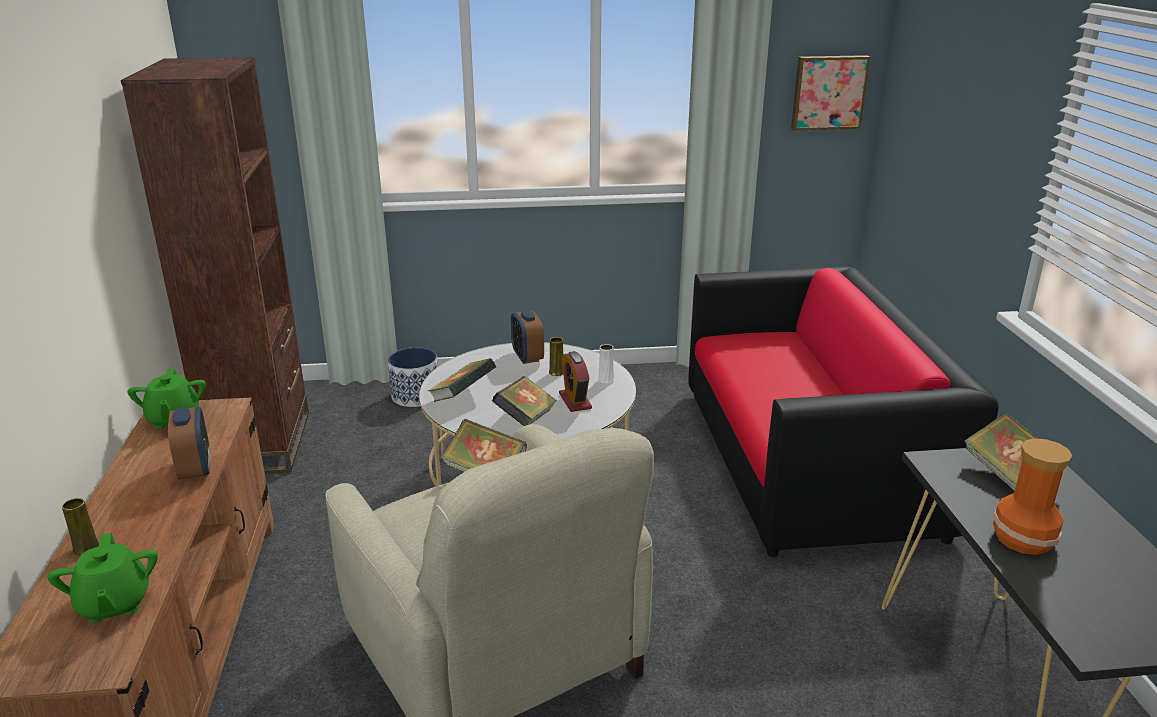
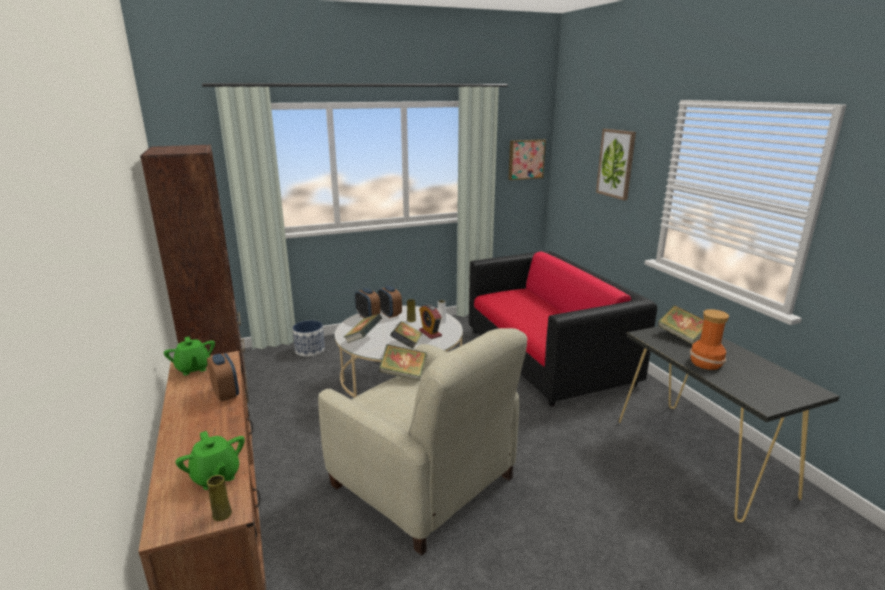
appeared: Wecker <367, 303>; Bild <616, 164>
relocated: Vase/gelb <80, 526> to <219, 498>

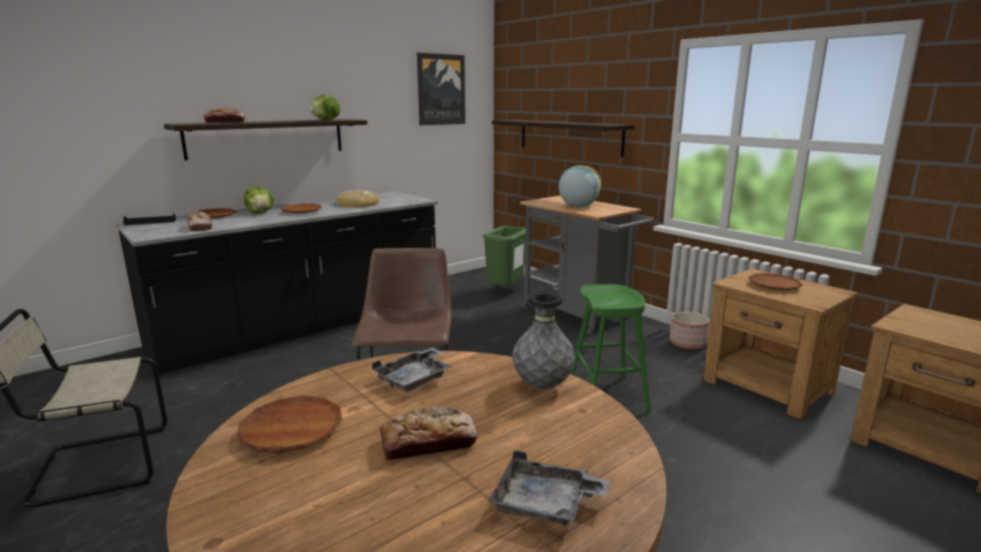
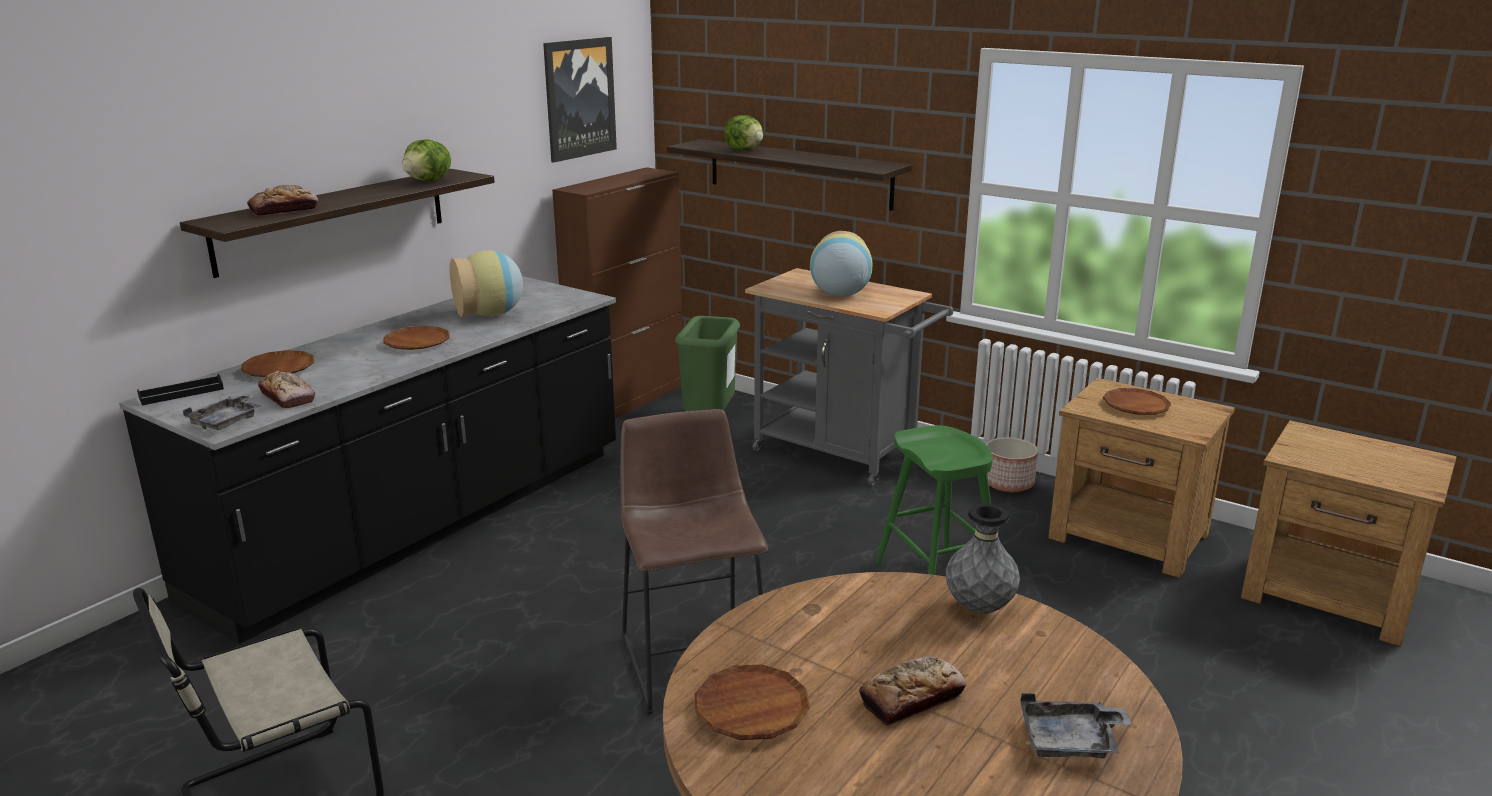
appeared: Schrank/braun <617, 293>
relocated: Salatkopf <259, 200> to <743, 133>; Tablett/grau <411, 370> to <222, 411>
exchanged: Brot <357, 198> to Vase <486, 283>

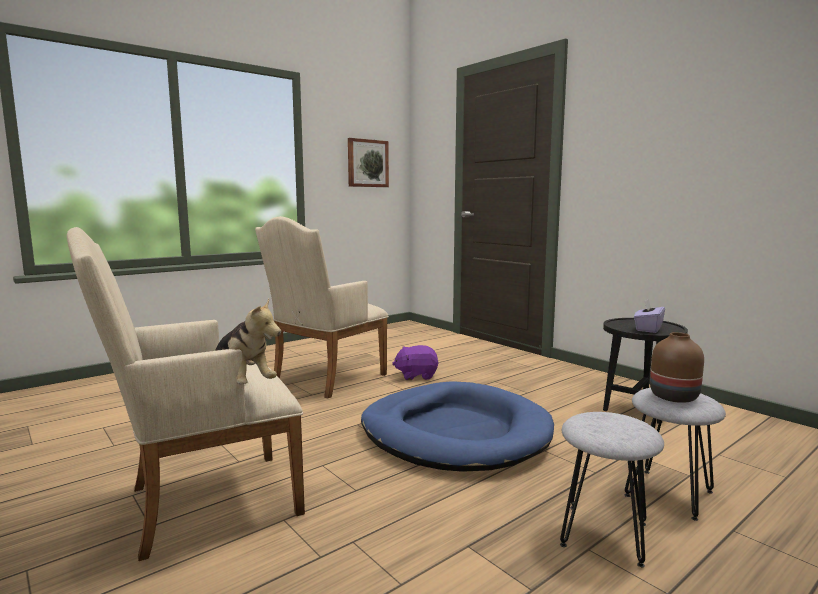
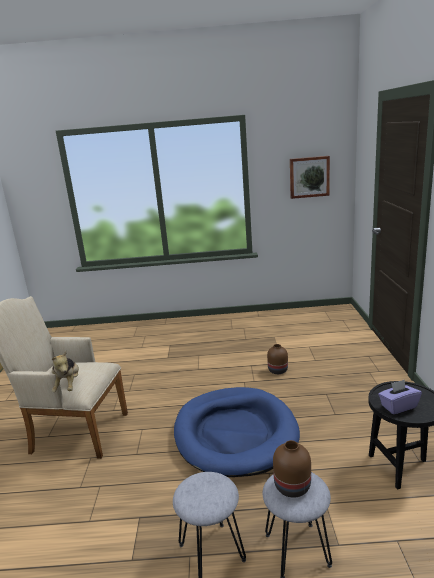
missing: Sessel/beige <322, 307>
exchanged: Plüschtier/lila <415, 362> to Vase/braun <277, 359>

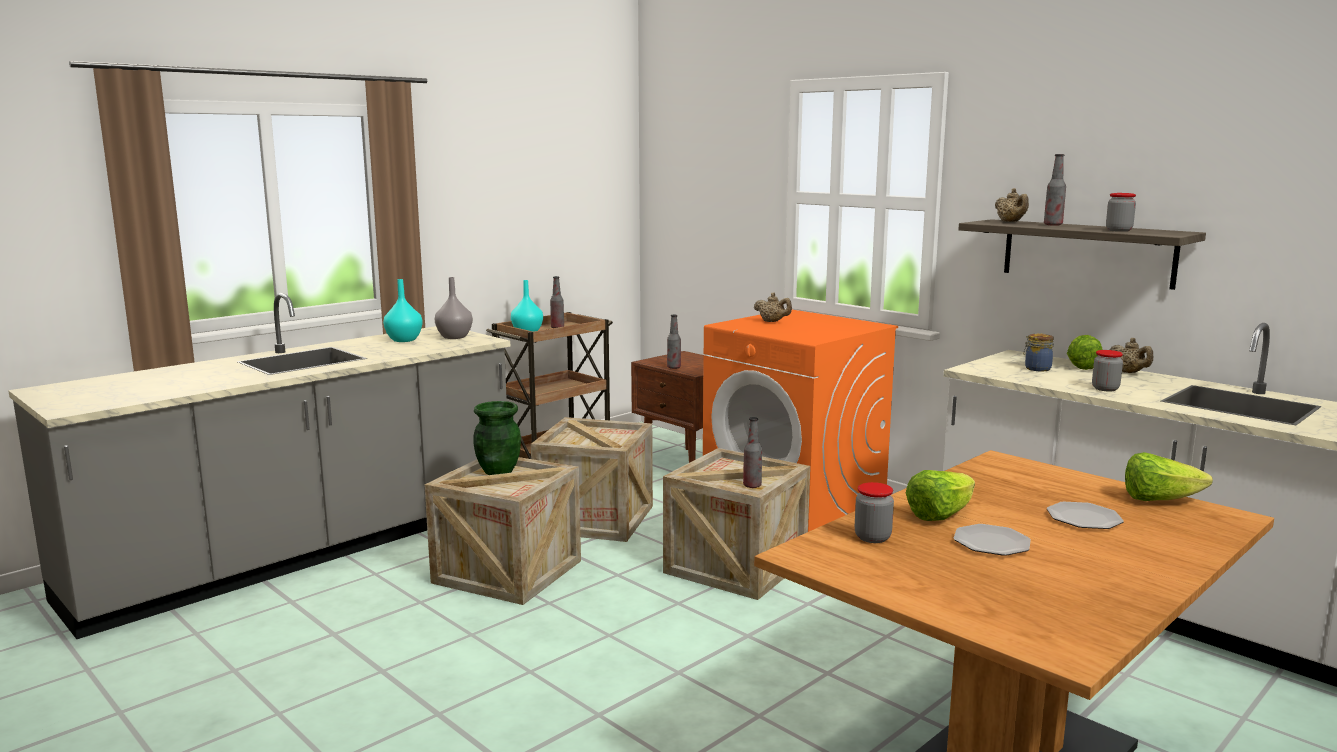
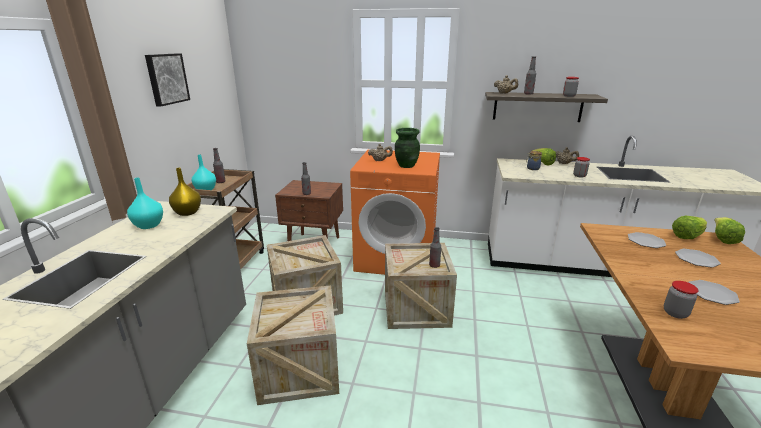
appeared: Bild <167, 79>; Teller <647, 240>
relocated: Vase/grün <497, 438> to <407, 148>; Salatkopf <940, 495> to <729, 230>
colour: Vase/grau <454, 308> to Vase/gelb <185, 192>

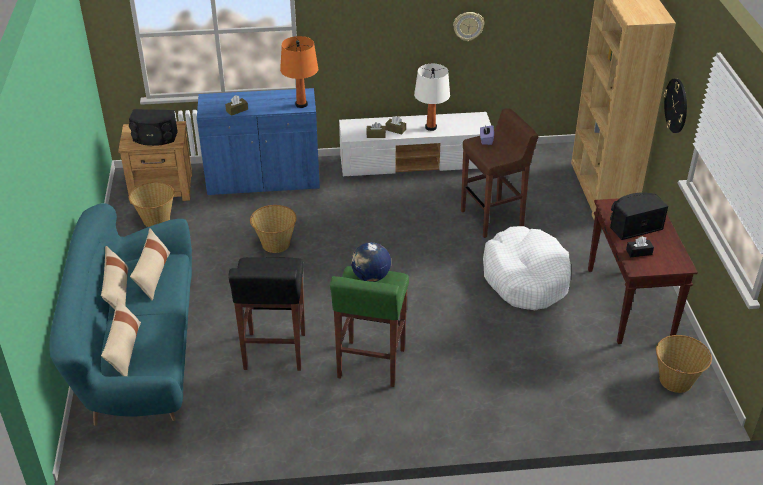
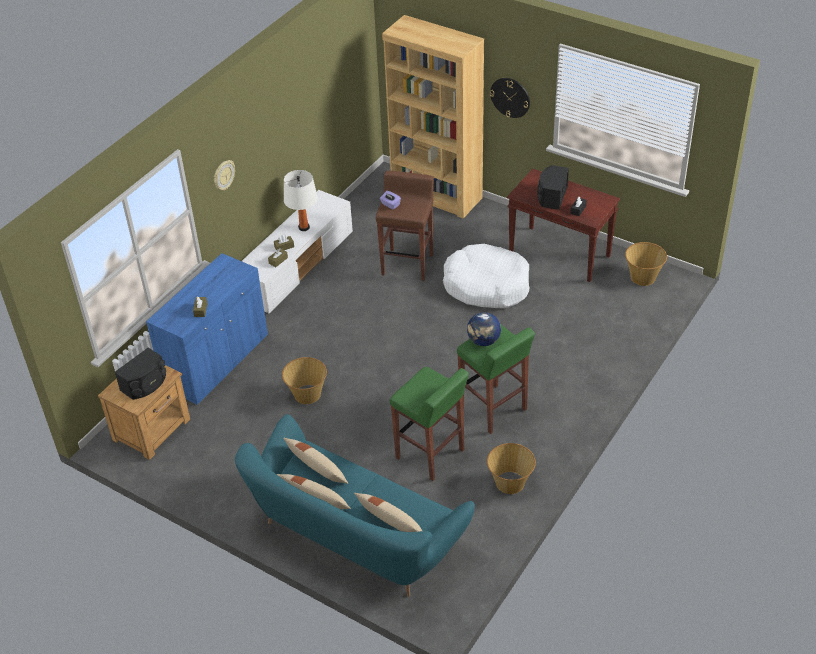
missing: Tischlampe/orange <299, 72>
relocated: Korb <151, 204> to <511, 468>; Wanduhr <468, 26> to <224, 175>
colour: Hocker/schwarz <266, 314> to Hocker/grün <429, 424>

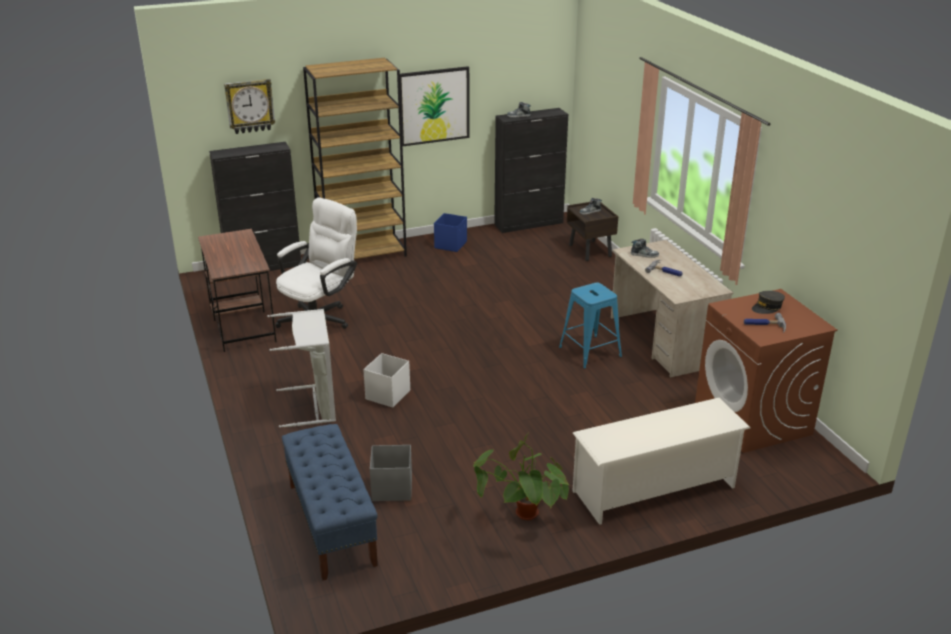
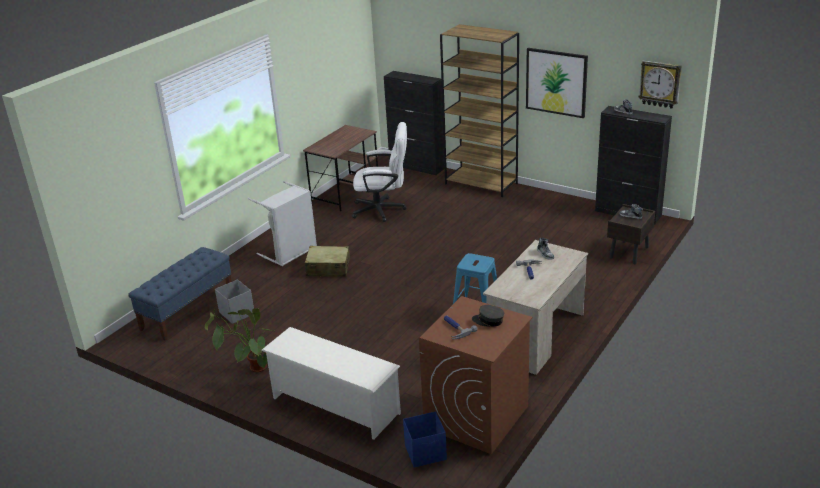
relocated: Wanduhr <249, 106> to <660, 84>; Aufbewahrungsbox/blau <450, 232> to <425, 439>
exchanged: Aufbewahrungsbox/weiß <386, 380> to Koffer/beige <327, 261>

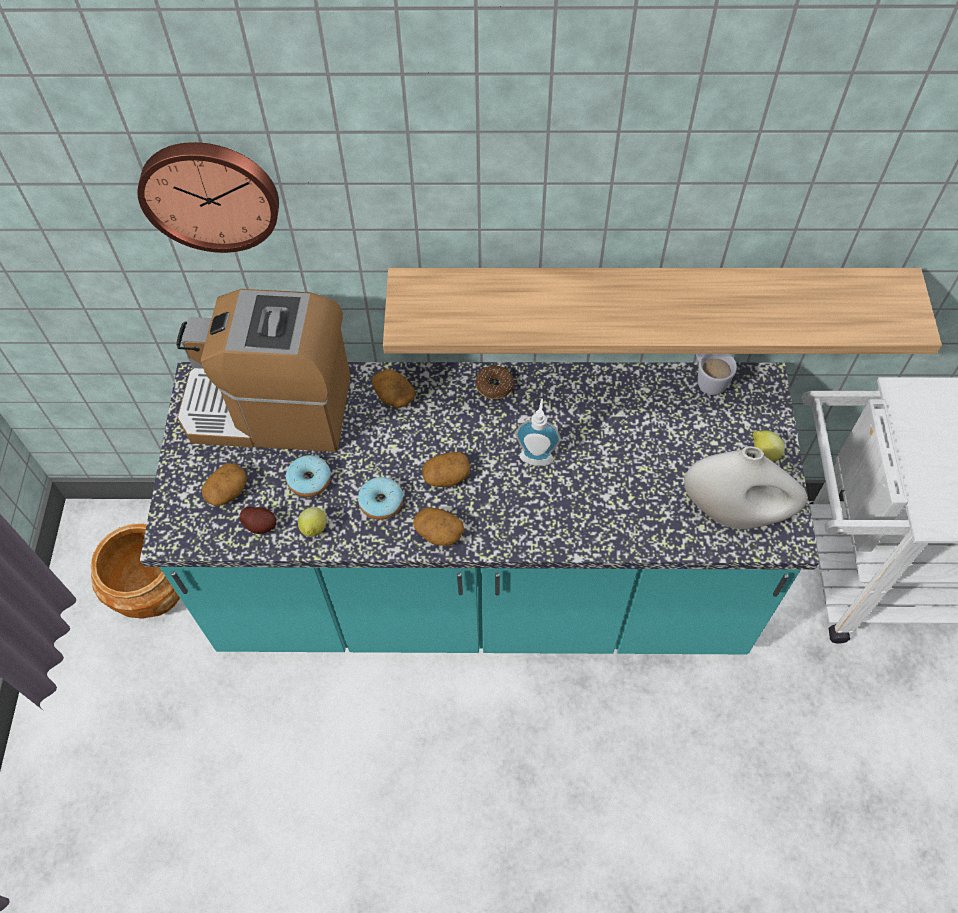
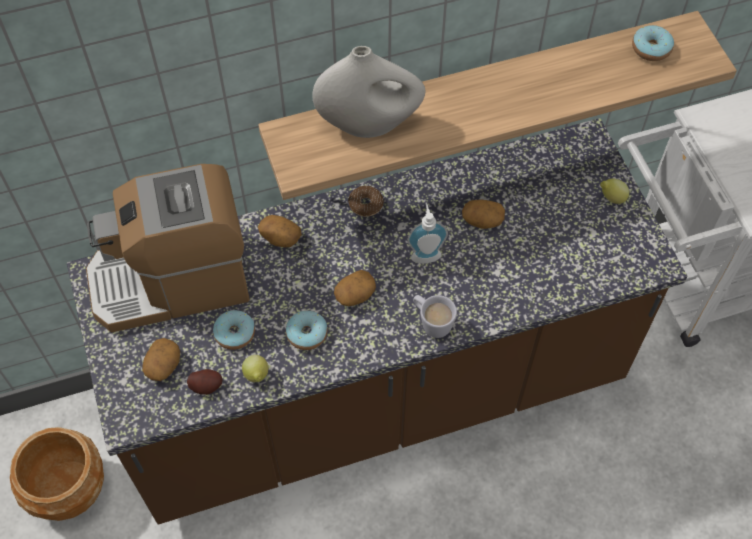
missing: Wanduhr <208, 197>
appeared: Donut <653, 43>
relocated: Kartoffel <438, 526> to <483, 214>; Vase/weiß <745, 487> to <368, 92>; Henkelbecher/weiß <716, 374> to <435, 316>
colour: Küchenzeile/türkis <479, 508> to Küchenzeile/braun <377, 321>

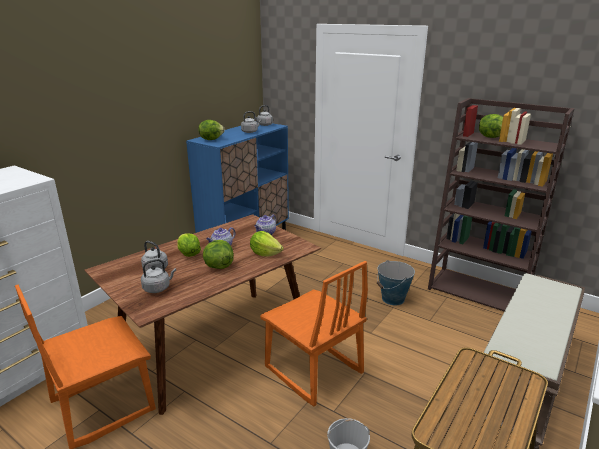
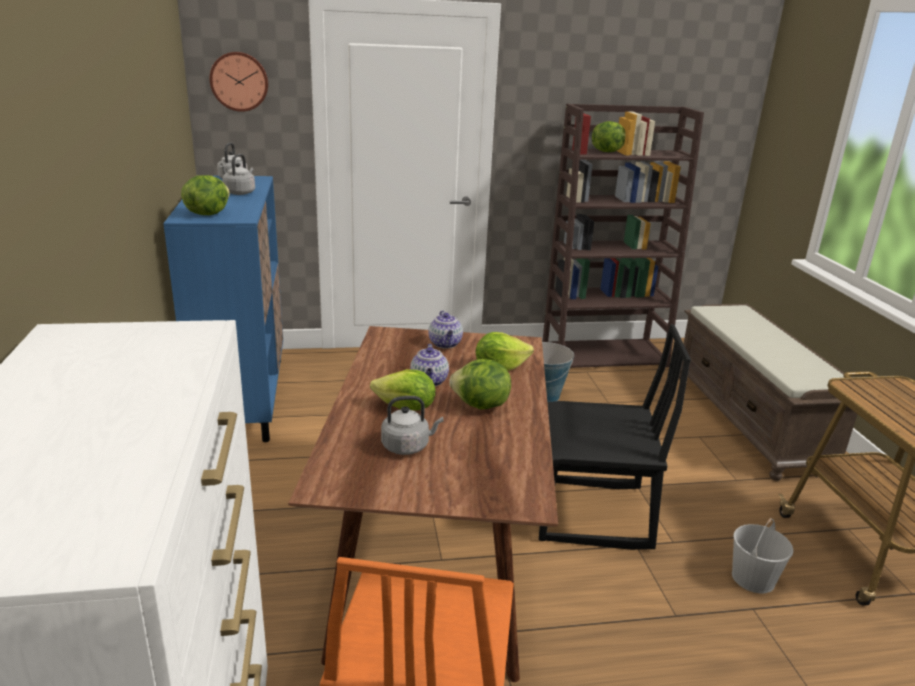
missing: Wasserkessel/grau <158, 276>
appeared: Wanduhr <239, 82>
colour: Stuhl/orange <314, 334> to Stuhl/schwarz <615, 437>

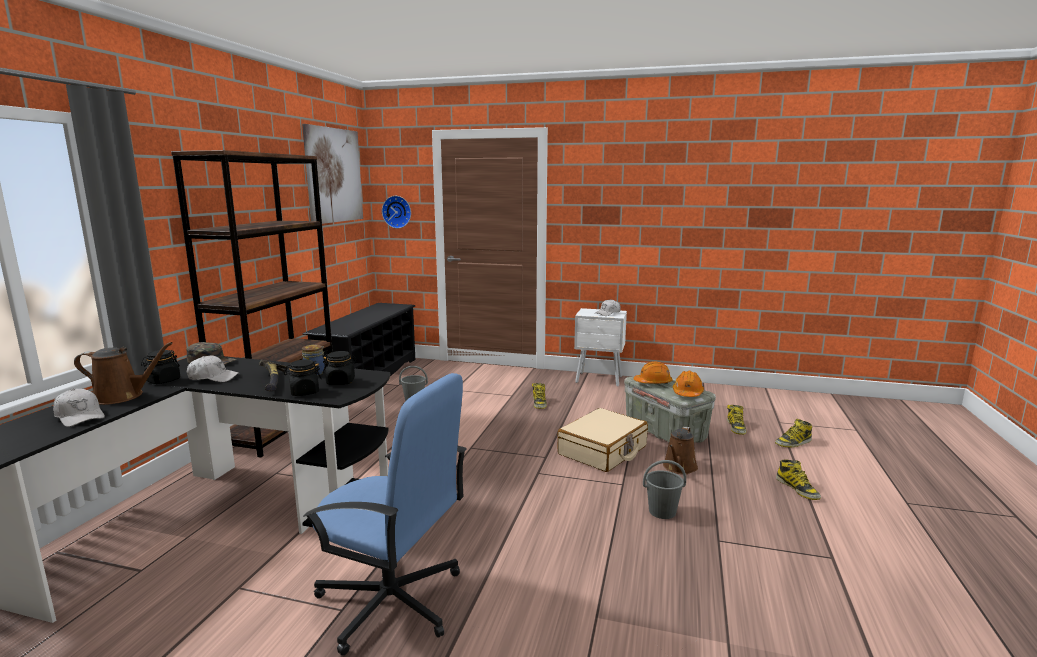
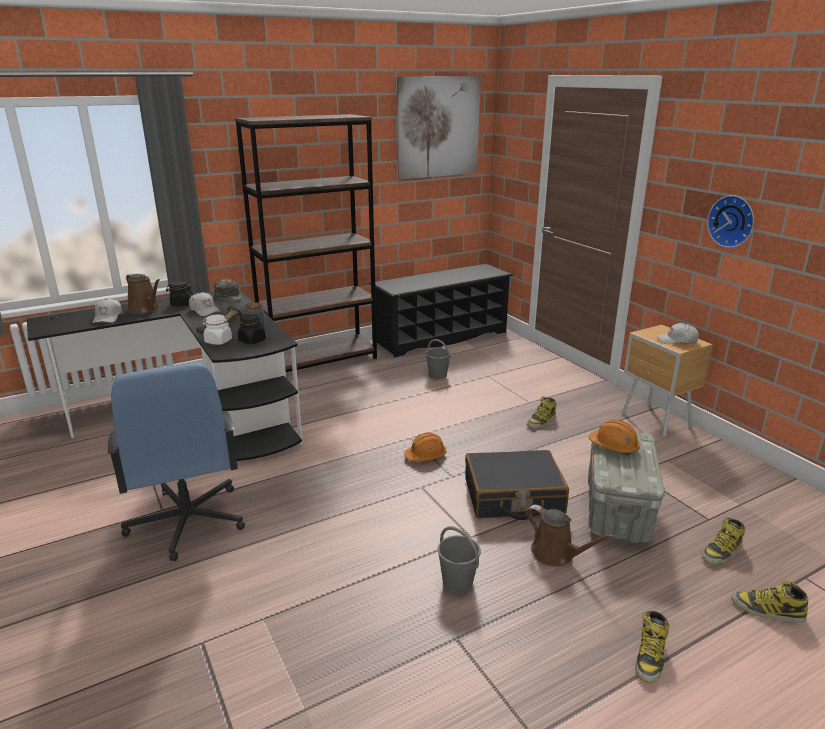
relocated: Wanduhr <396, 212> to <730, 221>; Schutzhelm/orange <688, 384> to <425, 447>
colour: Vorratsglas/schwarz <303, 378> to Vorratsglas/weiß <217, 330>; Koffer/beige <602, 440> to Koffer/schwarz <517, 485>; Nachttisch/weiß <600, 347> to Nachttisch/braun <667, 381>
spun: Gießkanne/braun <680, 450> = <570, 536> 120 degrees counterclockwise

